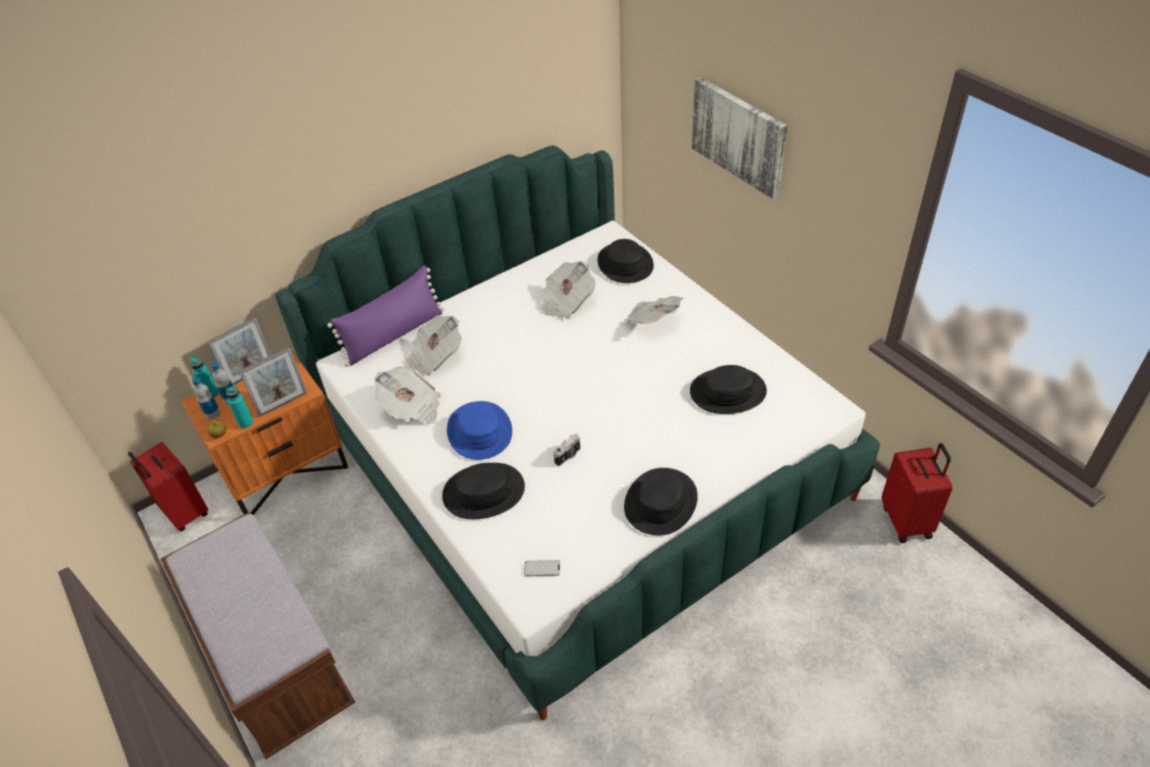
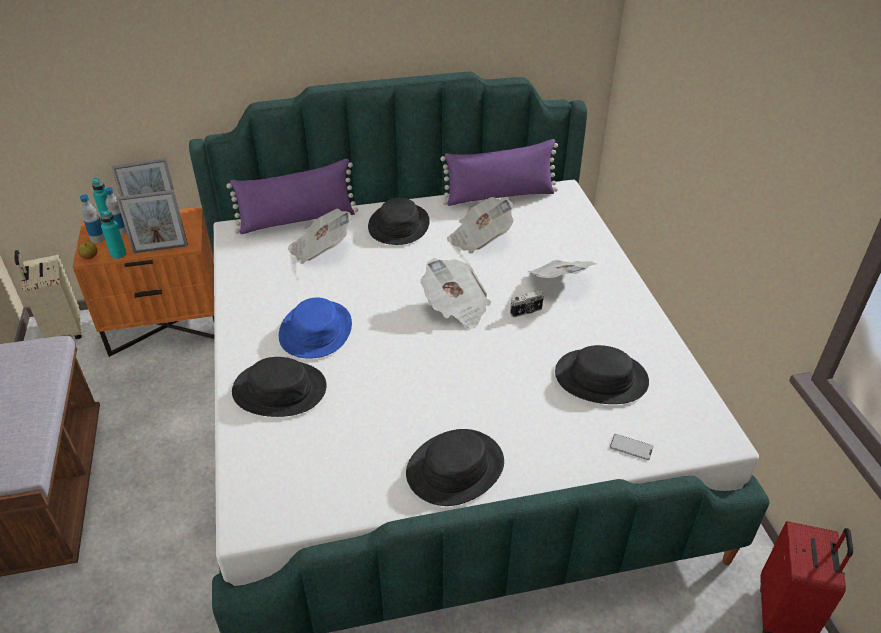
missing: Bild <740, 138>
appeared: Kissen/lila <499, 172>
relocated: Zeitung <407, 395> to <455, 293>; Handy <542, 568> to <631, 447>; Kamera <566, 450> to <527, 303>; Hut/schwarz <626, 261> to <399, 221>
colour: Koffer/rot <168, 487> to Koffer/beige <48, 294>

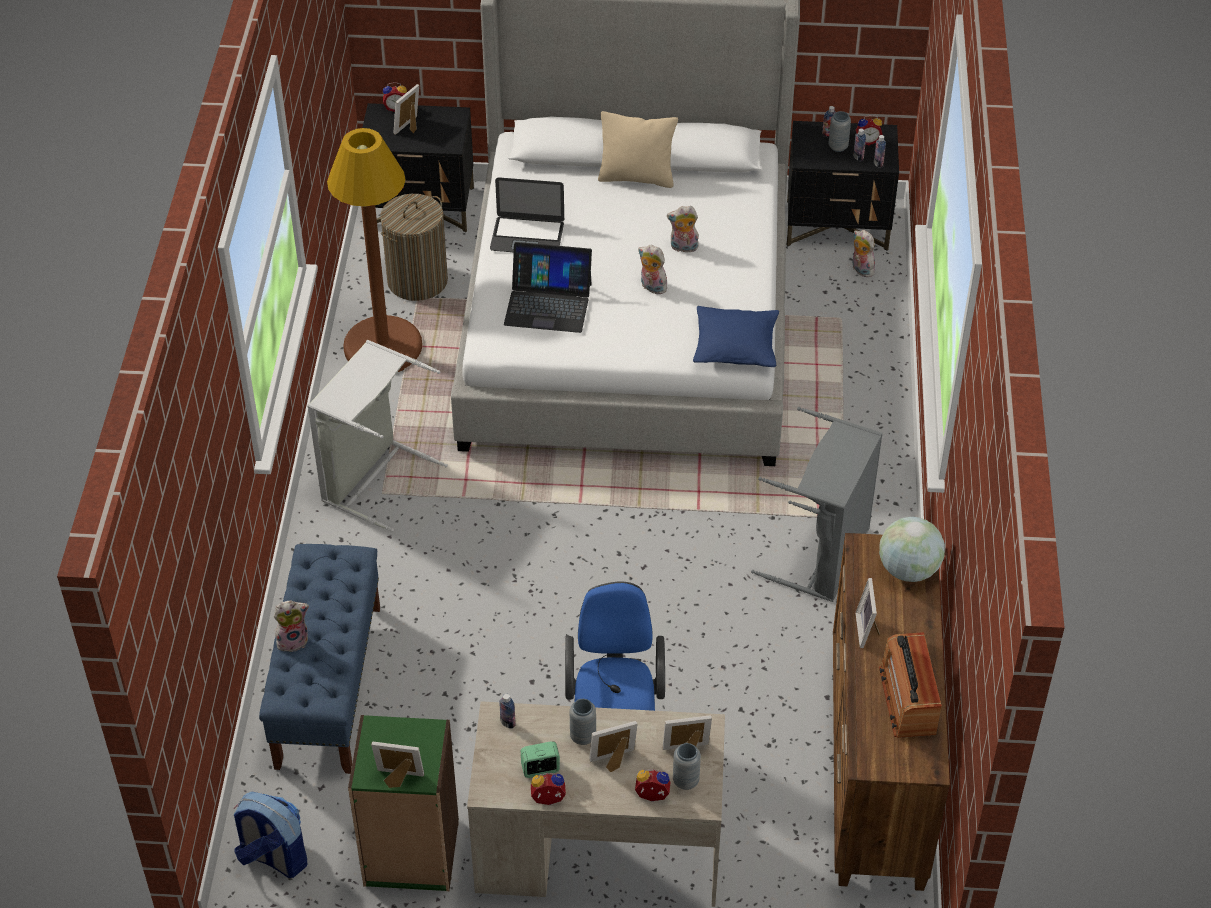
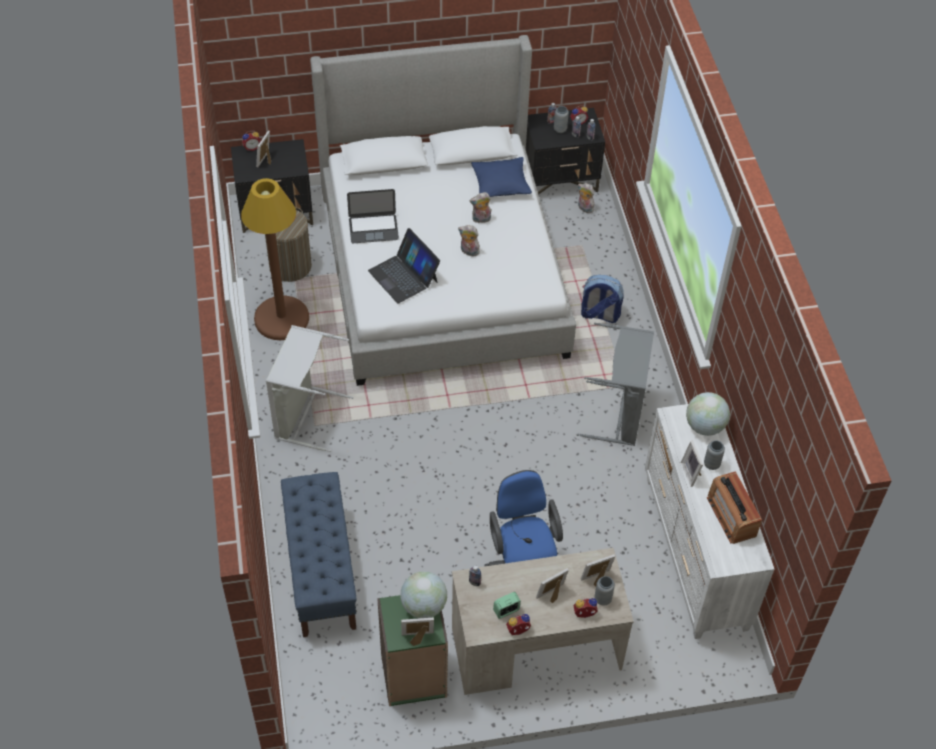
missing: Plüschtier <291, 626>; Kissen/beige <638, 149>
appeared: Globus <423, 594>
relocated: Rucksack <270, 835> to <602, 299>; Vase/grau <583, 722> to <714, 455>; Kissen/blau <736, 336> to <501, 177>
colour: Kommode/braun <891, 712> to Kommode/weiß <709, 521>
spun: Laptop <548, 287> = <404, 266> 60 degrees clockwise

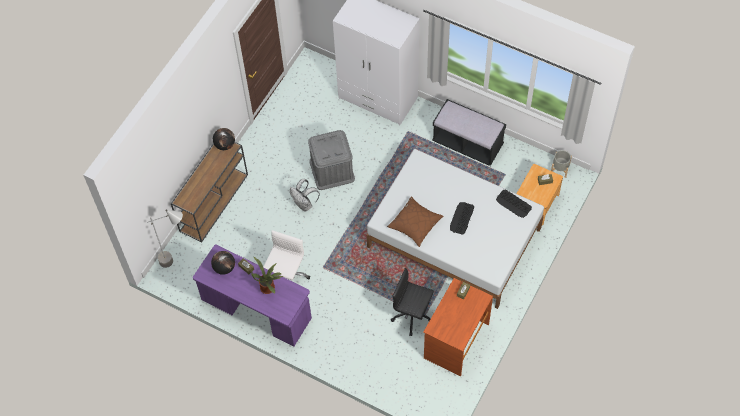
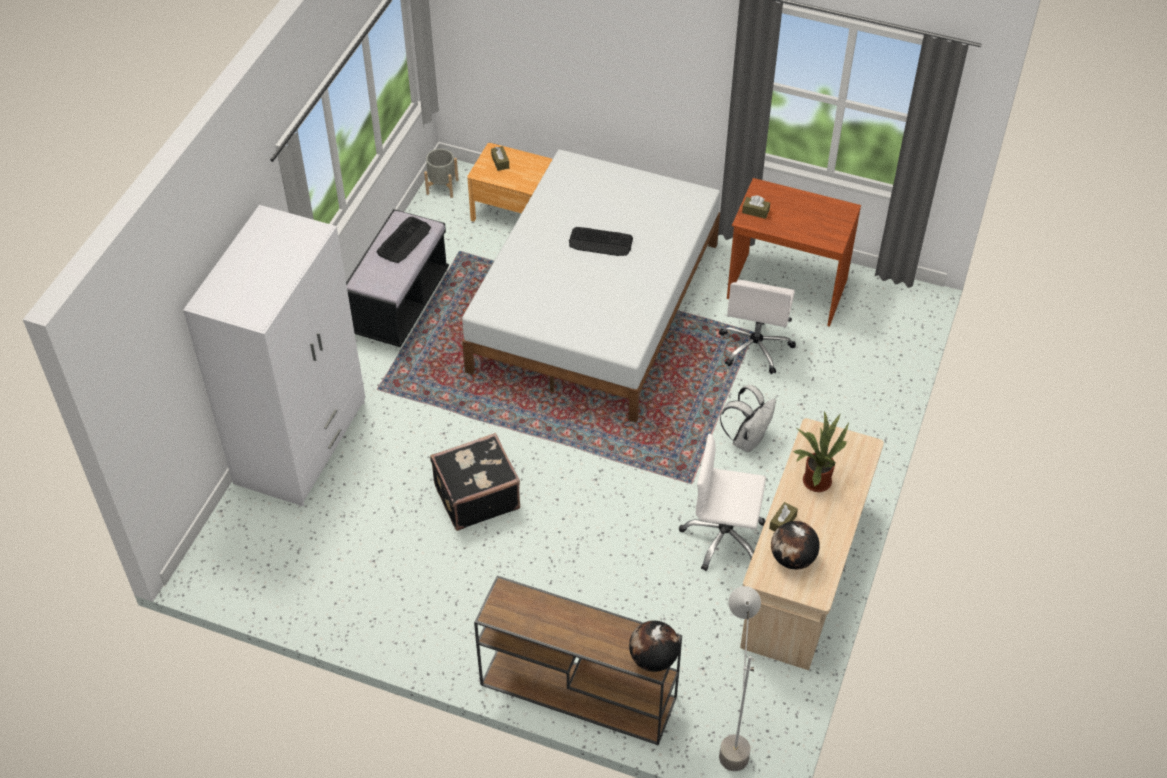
missing: Kissen/braun <415, 221>
relocated: Globus <224, 139> to <654, 646>; Rucksack/weiß <305, 195> to <748, 418>; Tastatur <514, 204> to <403, 240>
exchanged: Aufbewahrungsbox/grau <331, 160> to Koffer/schwarz <475, 482>
colour: Schreibtisch/lila <252, 295> to Schreibtisch/beige <812, 544>; Bürostuhl/schwarz <412, 302> to Bürostuhl/weiß <757, 327>

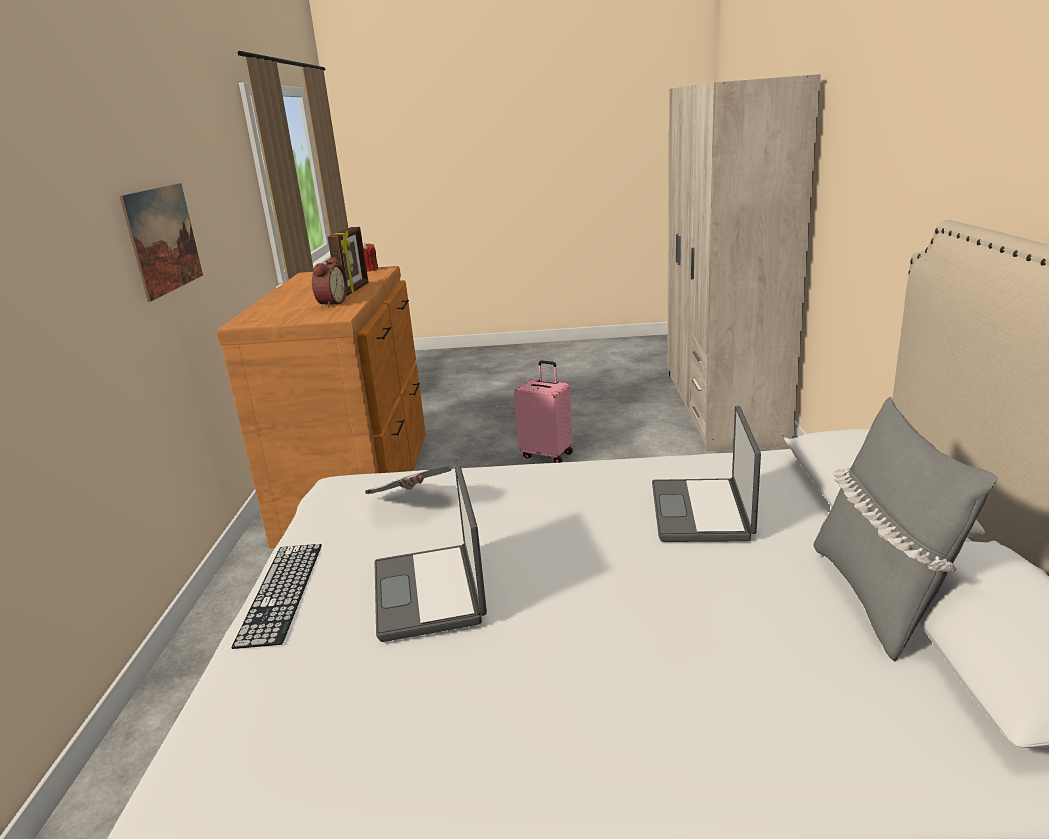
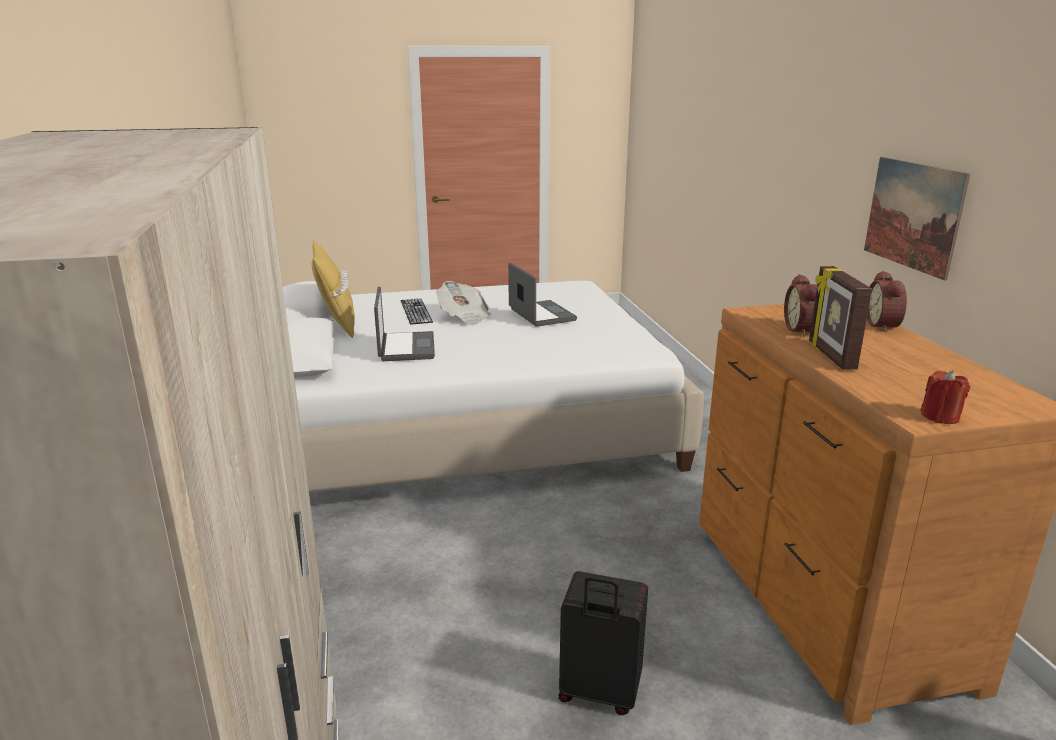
appeared: Wecker <887, 301>
relocated: Tastatur <277, 596> to <417, 311>; Zeitung <408, 480> to <463, 303>
colour: Koffer/rosa <543, 411> to Koffer/schwarz <603, 643>; Kissen/grau <905, 529> to Kissen/gelb <333, 289>

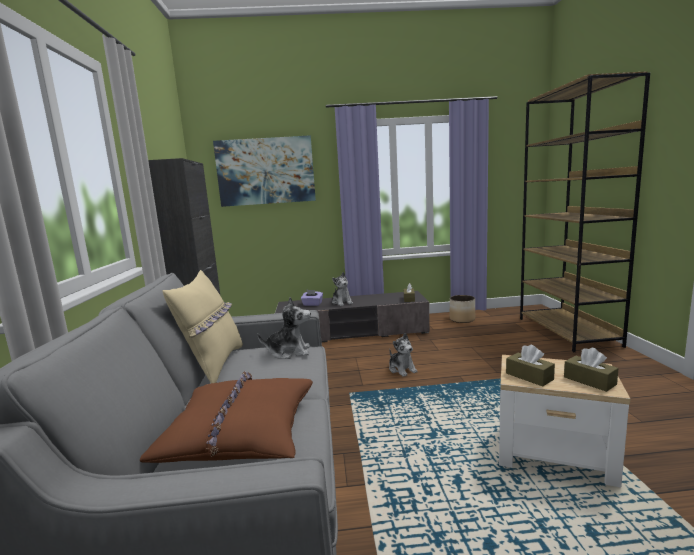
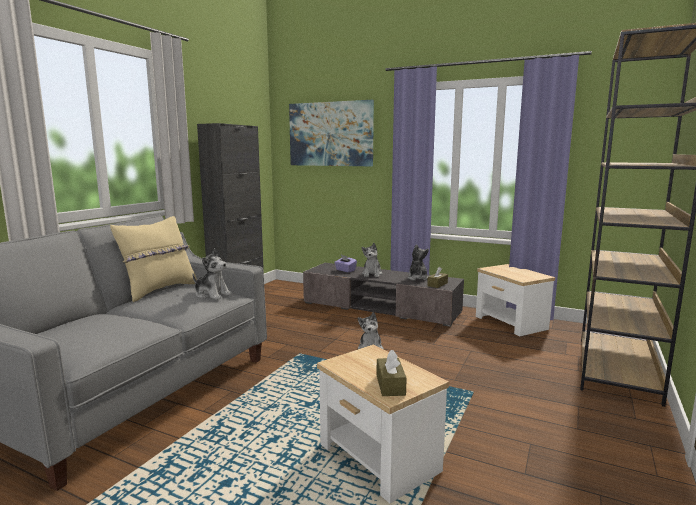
missing: Kissen/braun <226, 417>; Taschentuchbox/braun <530, 365>
appeared: Plüschtier <418, 262>
exchanged: Pflanzkübel <462, 309> to Beistelltisch <515, 300>

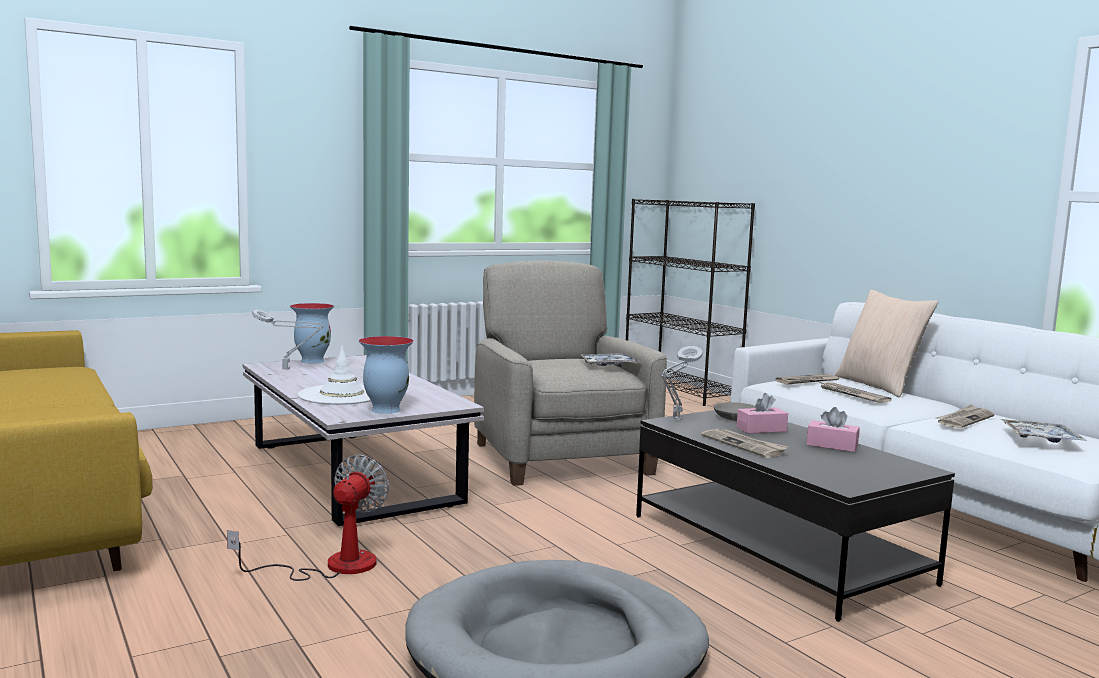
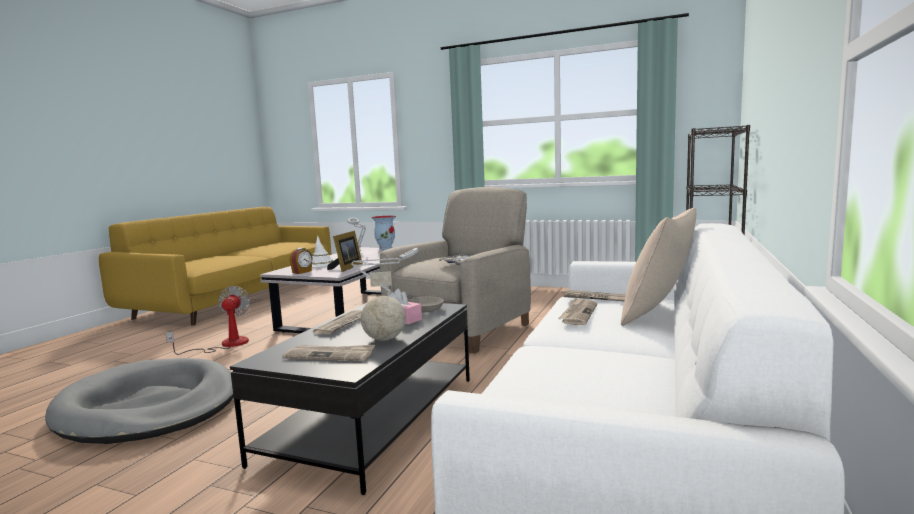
missing: Tablett <1044, 431>
appeared: Bilderrahmen <345, 251>
relocated: Zeitung <965, 416> to <328, 353>
exchanged: Vase <386, 375> to Wecker <300, 261>; Taschentuchbox/rosa <833, 429> to Globus <383, 306>
spun: Ventilator <308, 518> = <208, 320> 75 degrees counterclockwise

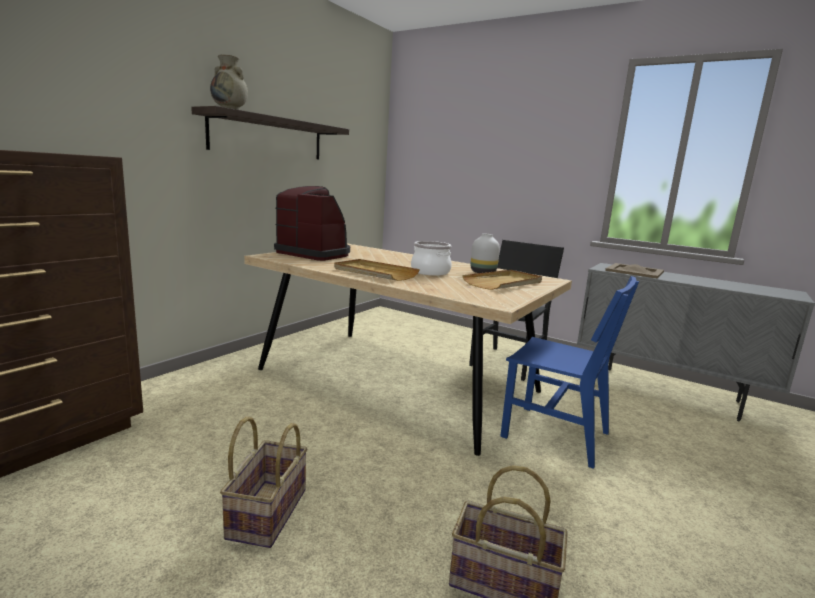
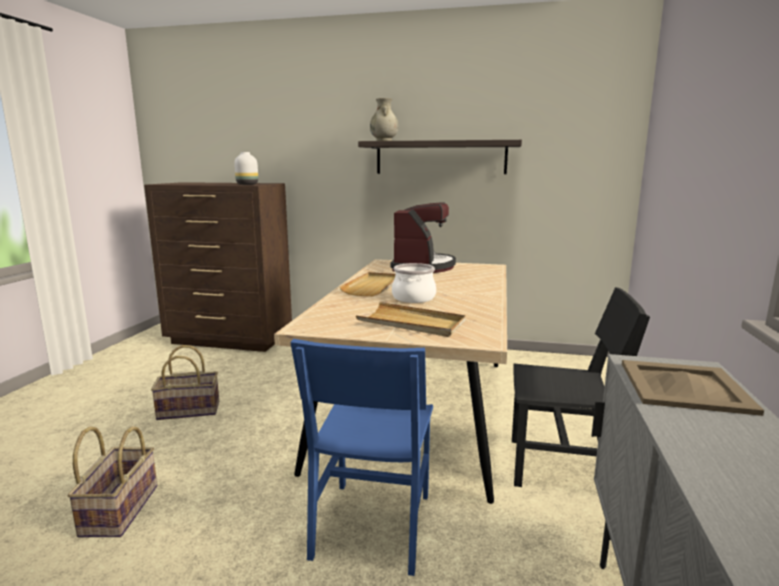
relocated: Vase/weiß <485, 253> to <246, 168>

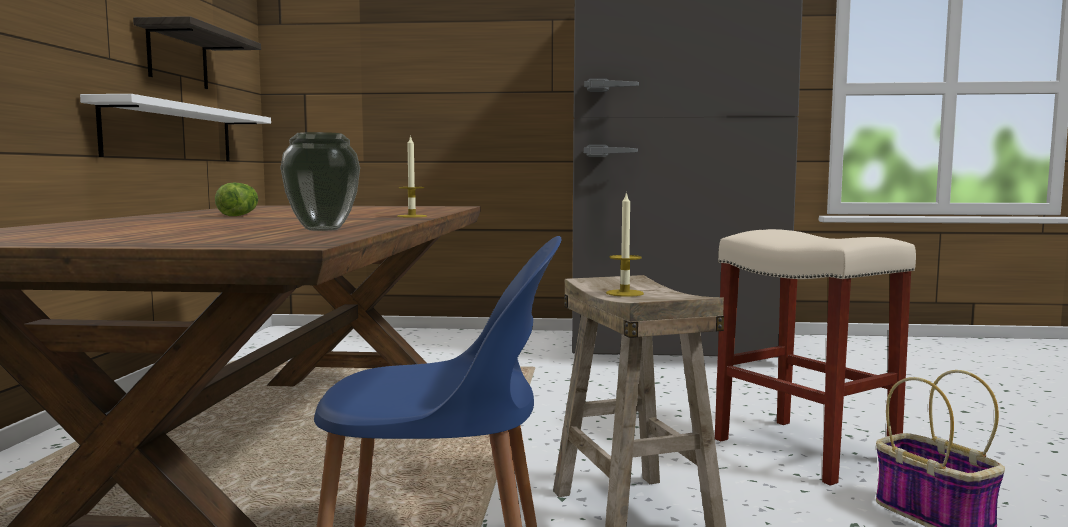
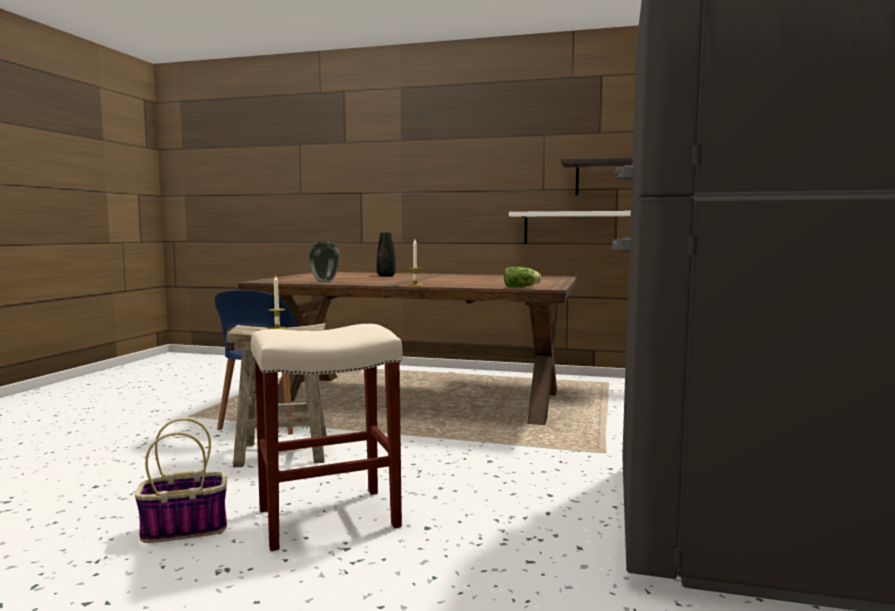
appeared: Vase/schwarz <386, 254>
relocated: Salatkopf <236, 199> to <522, 277>

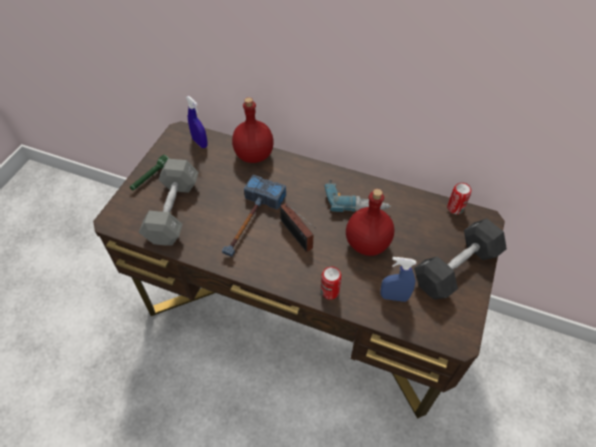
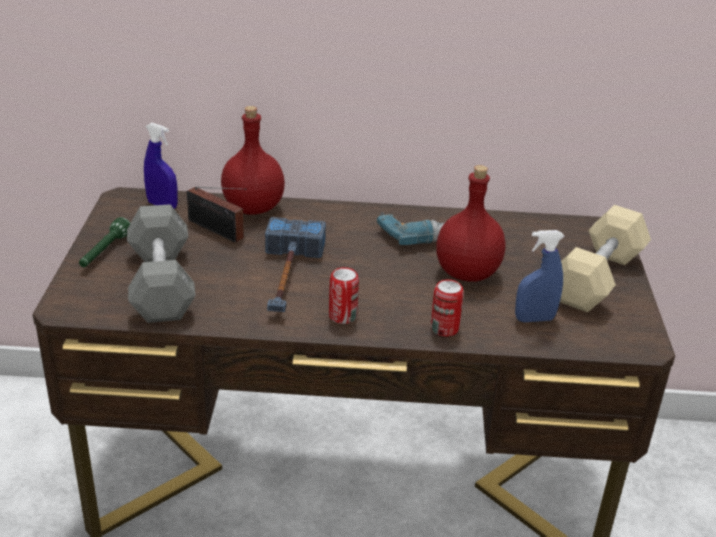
relocated: Radio <298, 227> to <216, 215>; Dose <459, 198> to <344, 295>
colour: Hantel/schwarz <460, 259> to Hantel/beige <605, 259>

